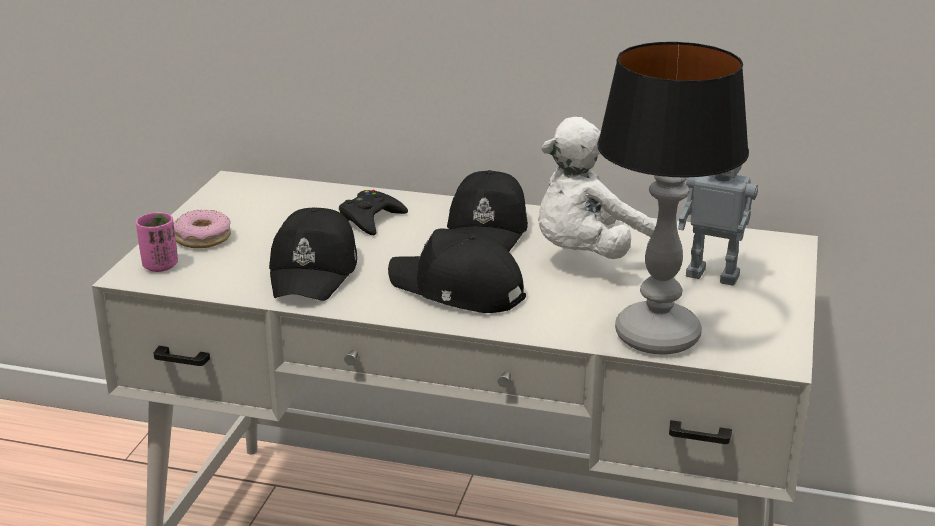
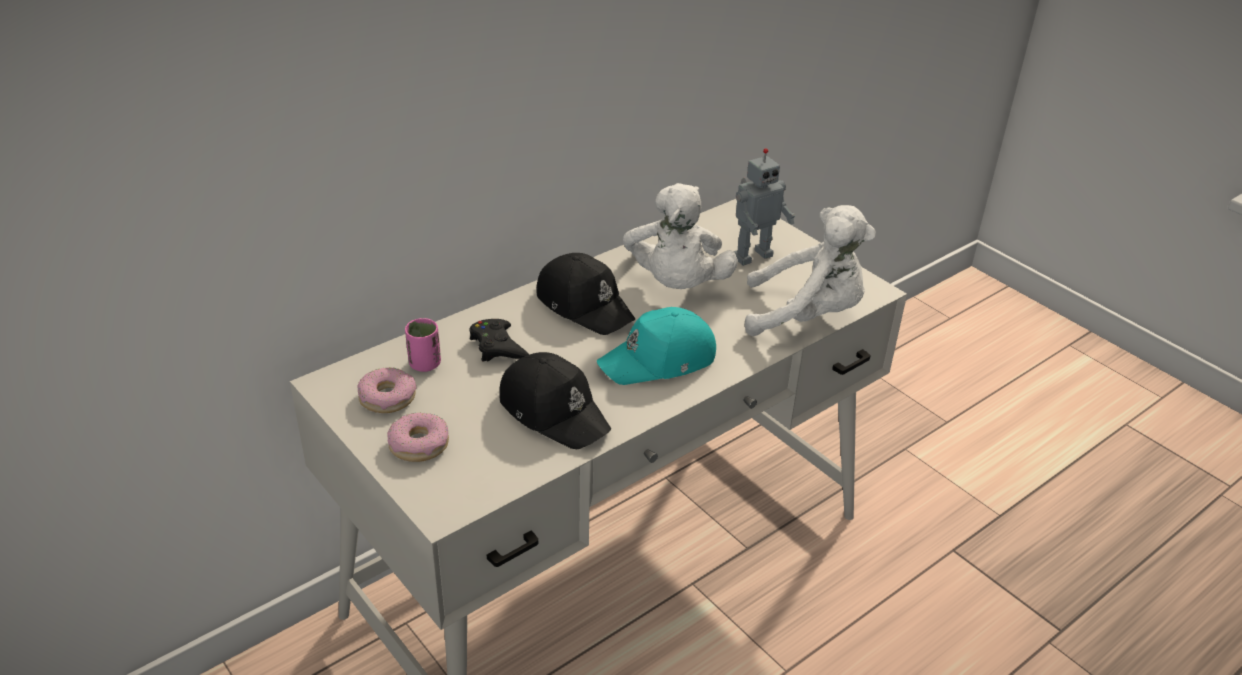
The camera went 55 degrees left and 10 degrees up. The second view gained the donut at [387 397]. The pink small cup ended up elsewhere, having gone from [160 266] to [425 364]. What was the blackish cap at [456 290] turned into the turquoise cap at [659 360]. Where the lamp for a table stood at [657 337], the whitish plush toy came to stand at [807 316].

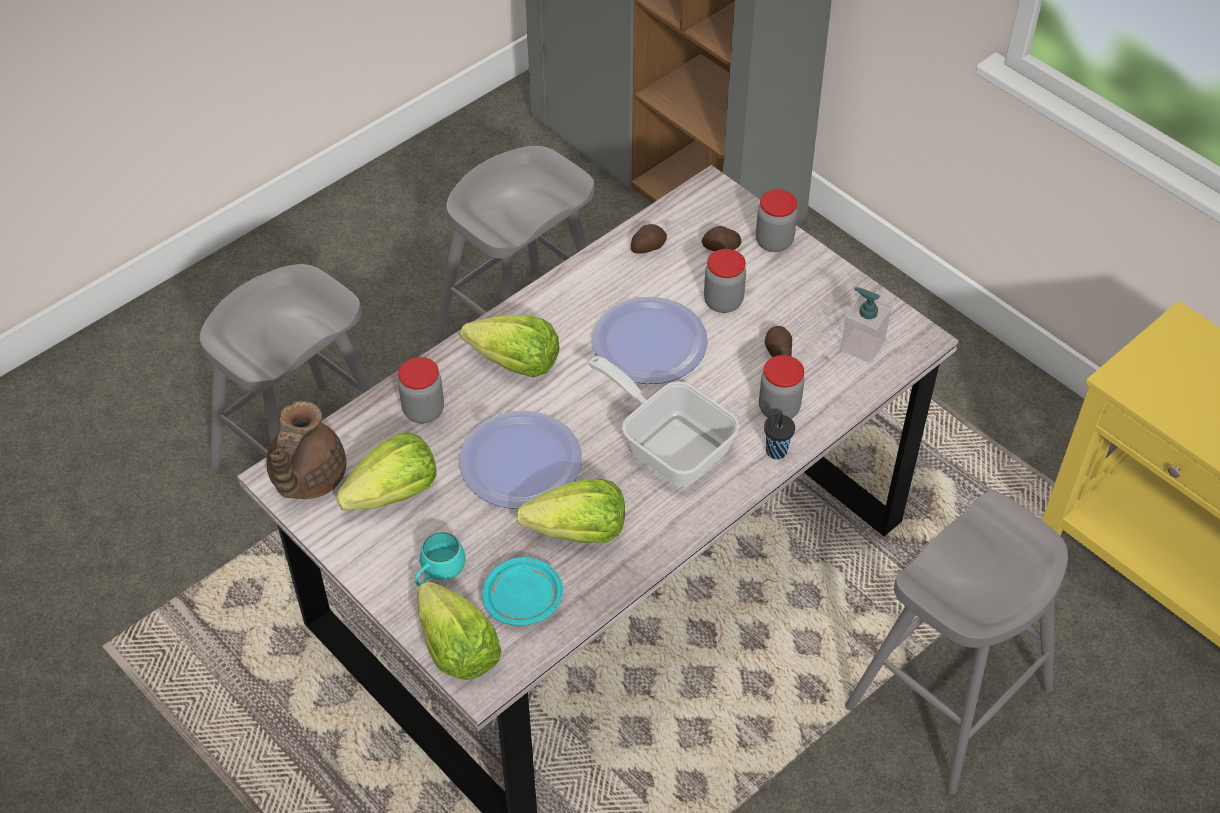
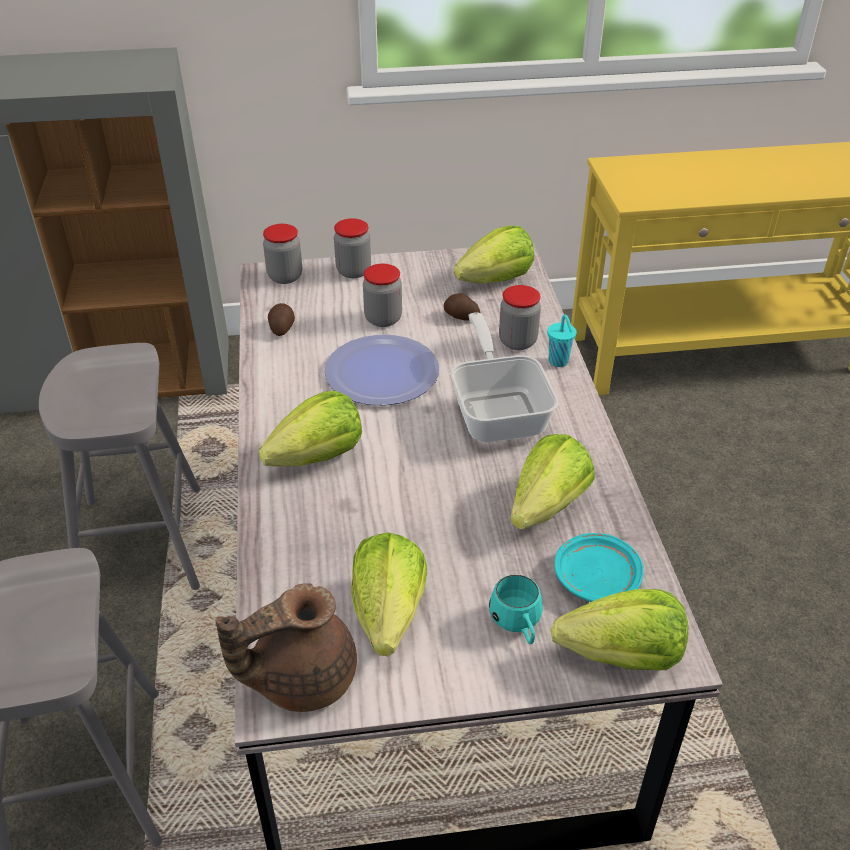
The camera went 55 degrees left and 10 degrees down. The brown teapot at [306 478] ended up facing another way, 105 degrees clockwise from before. The preserve jar ended up elsewhere, having gone from [423 411] to [285 276]. The skillet at [669 444] ended up facing another way, 90 degrees clockwise from before. Where the soap bottle stood at [862 346], the head of lettuce came to stand at [496 280]. What was the blackish small cup at [775 452] turned into the turquoise small cup at [559 362]. The second view lost the flat dish at [520 461]. The second view lost the potato at [721 248]. The second view lost the grey stool at [949 697].

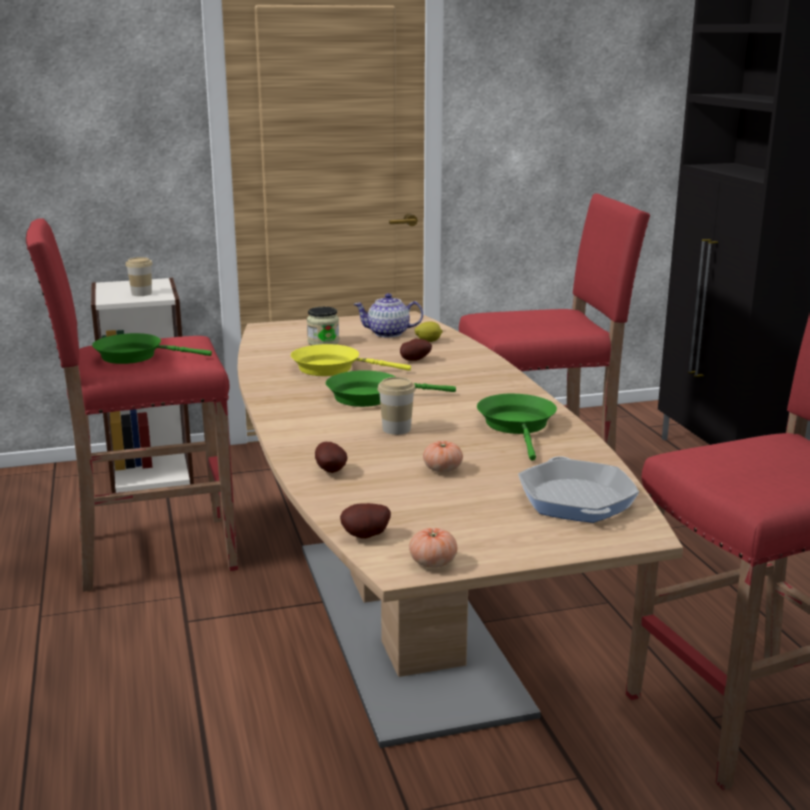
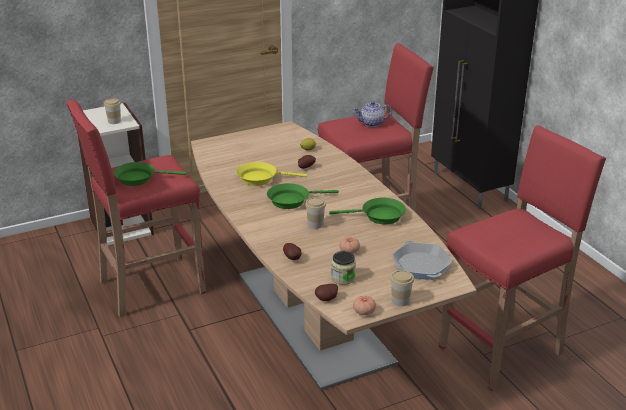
The camera went 10 degrees left and 10 degrees up. The green skillet at [518 426] ended up facing another way, 105 degrees clockwise from before. The preserve jar ended up elsewhere, having gone from [323 342] to [343 278]. The teapot ended up elsewhere, having gone from [389 333] to [372 123]. The second view gained the small cup at [400 301].

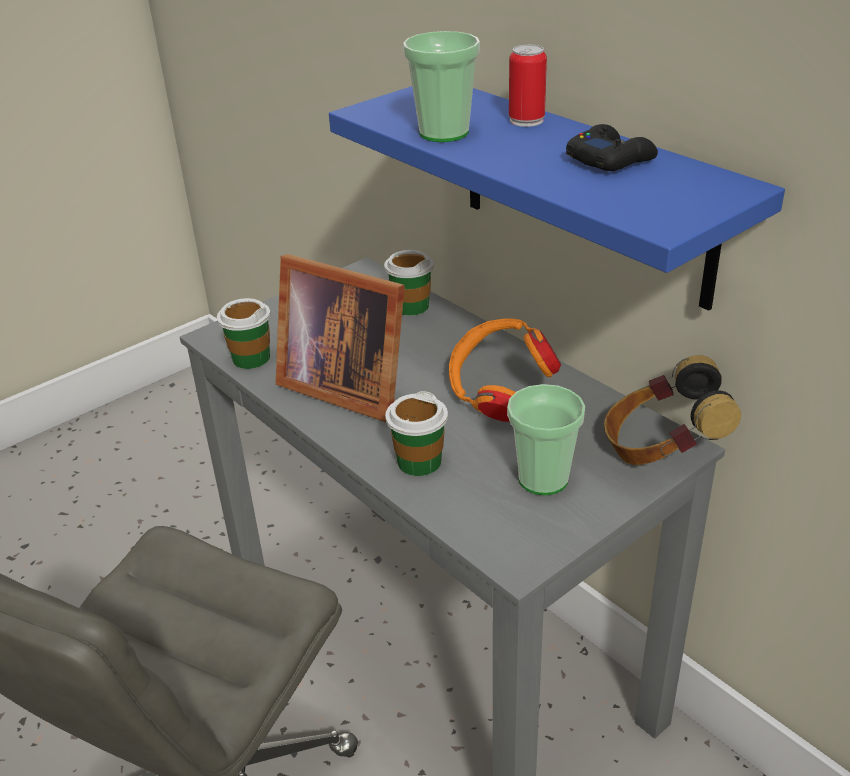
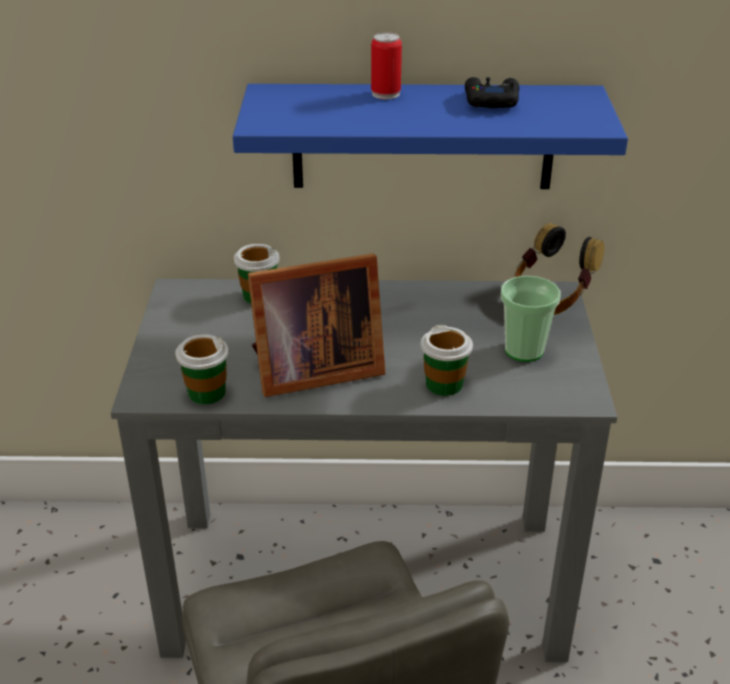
The camera went 50 degrees left and 0 degrees up. The second view lost the small cup at [444 133]. The second view lost the orange headphones at [498 397].

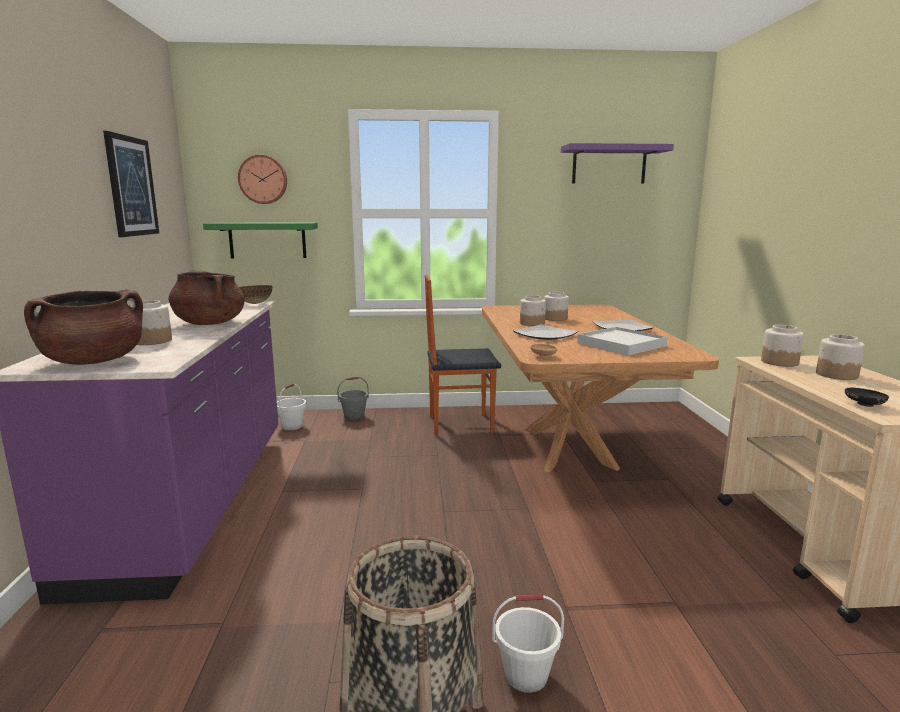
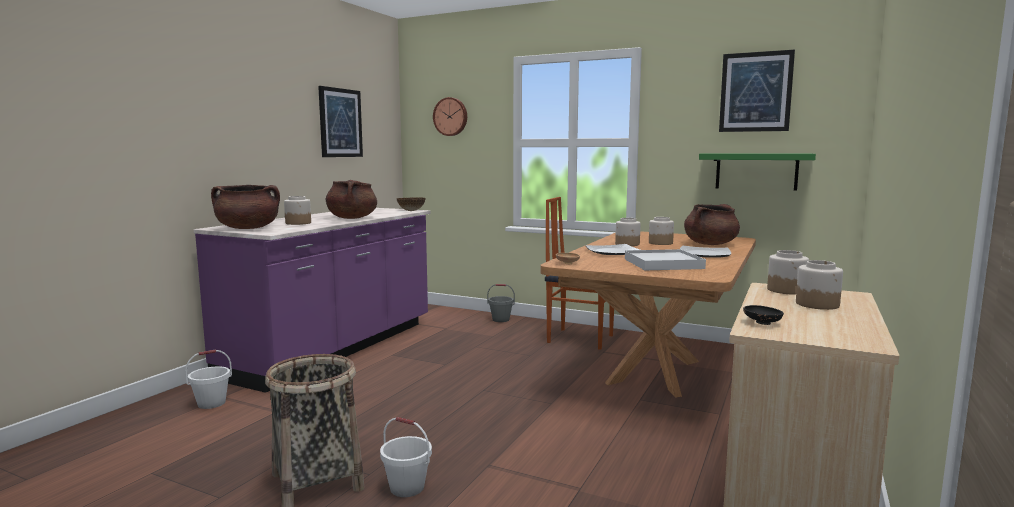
The camera went 30 degrees right and 5 degrees down. The whitish water bucket ended up elsewhere, having gone from [292 426] to [211 403]. The second view gained the brown cooking pot at [710 244]. The green shelf ended up elsewhere, having gone from [267 240] to [756 171]. Where the purple shelf hung at [609 165], the wall art came to hang at [755 92].

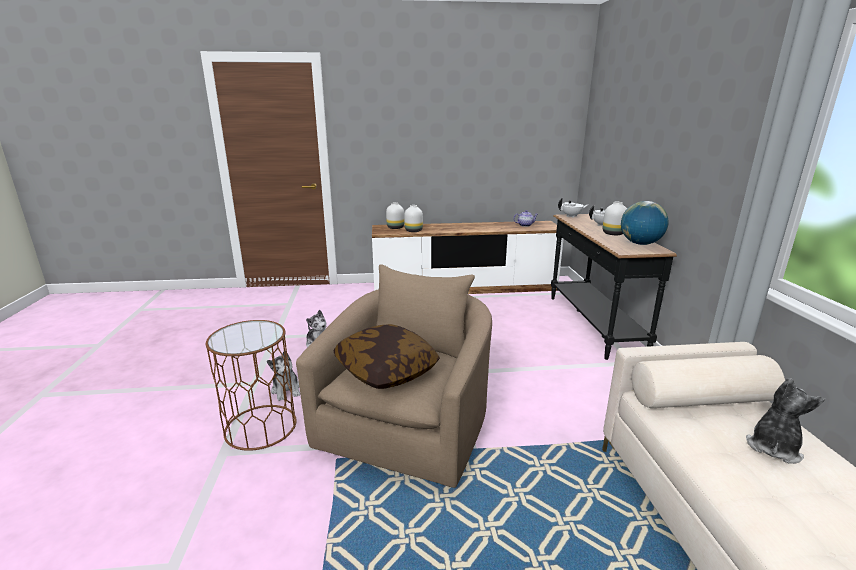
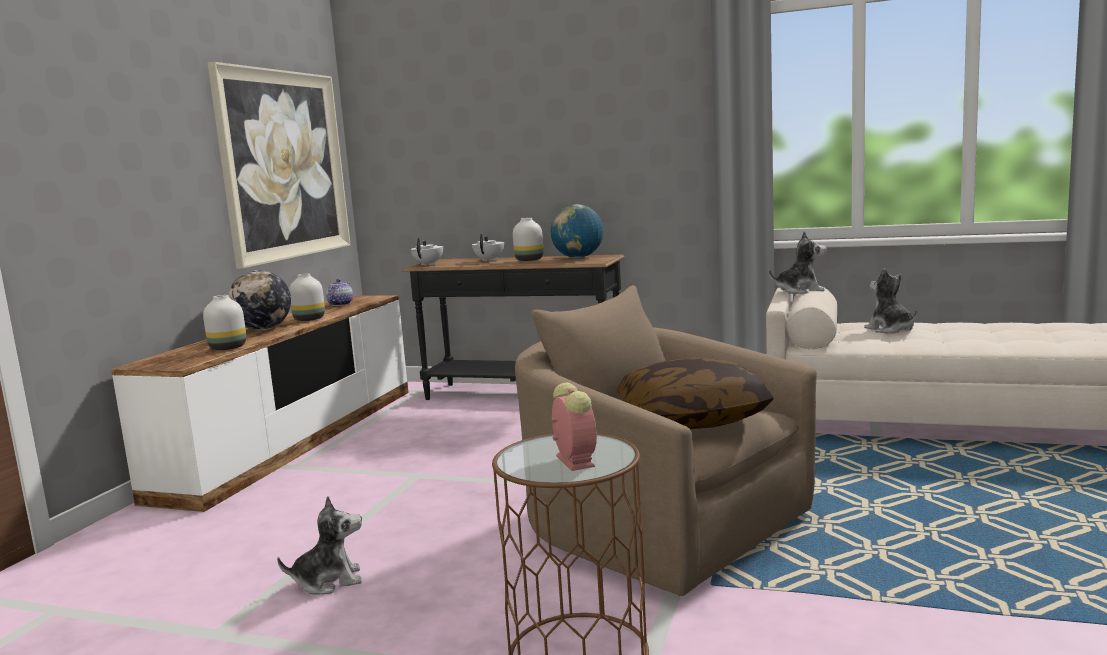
The camera went 65 degrees left and 10 degrees down. The second view gained the wall art at [284 165]. The second view gained the desk globe at [263 329]. The whitish vase ended up elsewhere, having gone from [395 227] to [308 319]. The second view gained the alarm clock at [573 460]. The plush toy ended up elsewhere, having gone from [286 390] to [799 291].

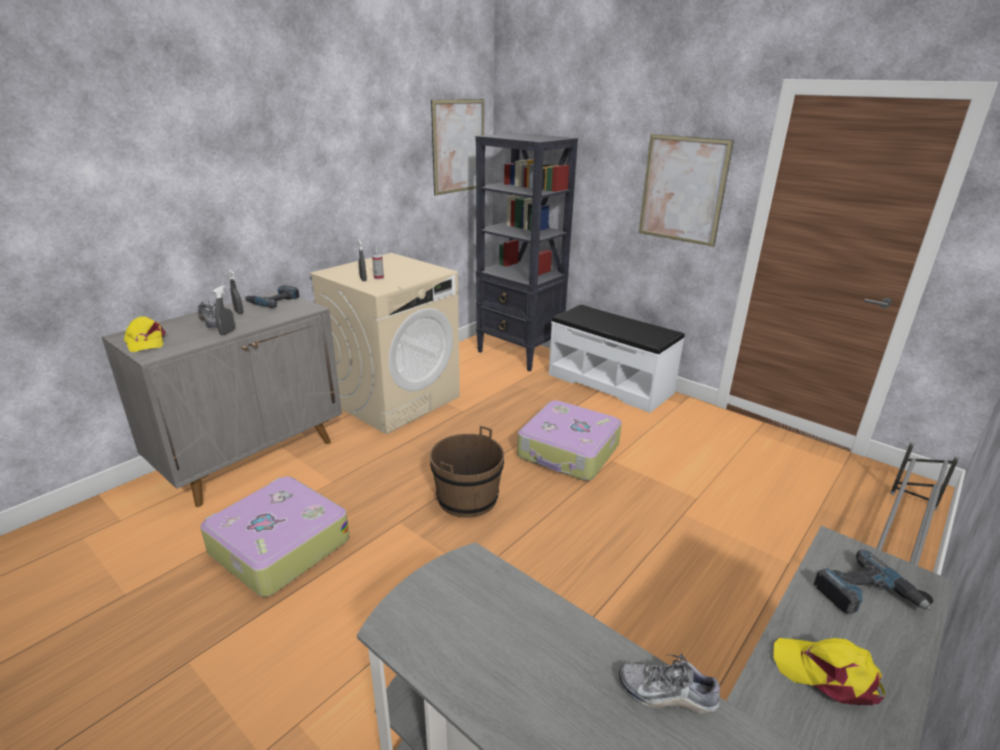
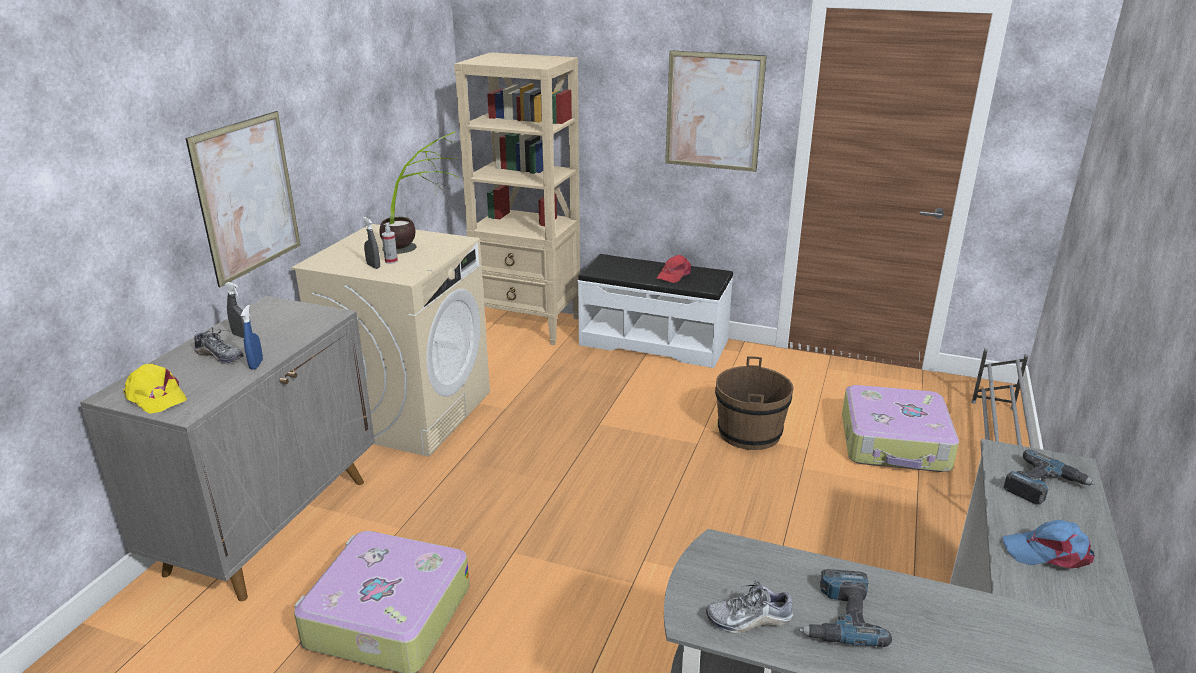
The camera went 20 degrees left and 0 degrees up. The wall art ended up elsewhere, having gone from [458 146] to [247 197]. What was the grey spray bottle at [227 332] turned into the blue spray bottle at [256 364]. The second view gained the plant in a pot at [419 248]. What was the blackish bookcase at [519 353] turned into the beige bookcase at [529 325]. The second view gained the reddish cap at [674 275]. The item of footwear ended up elsewhere, having gone from [667 694] to [749 619]. The brown water bucket ended up elsewhere, having gone from [467 498] to [749 433]. The electric drill ended up elsewhere, having gone from [273 301] to [839 616]. The travel case ended up elsewhere, having gone from [568 452] to [895 443]. What was the yellow-coloured cap at [827 674] turned into the blue cap at [1048 552].

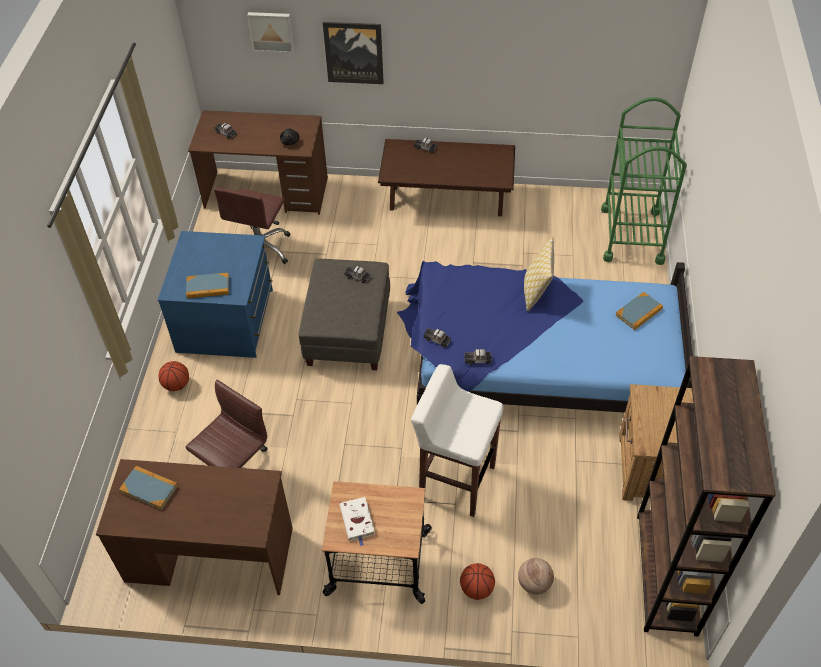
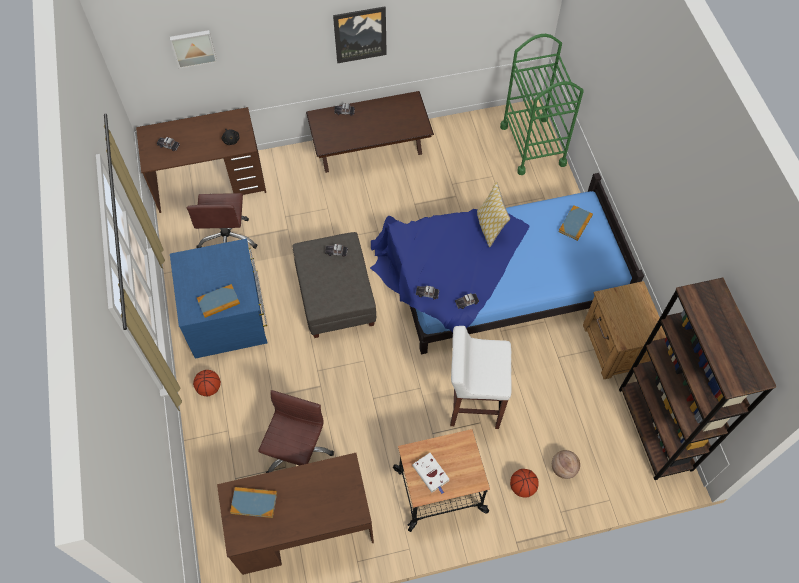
The camera went 20 degrees left and 10 degrees up. The wall art ended up elsewhere, having gone from [354 52] to [360 34].

